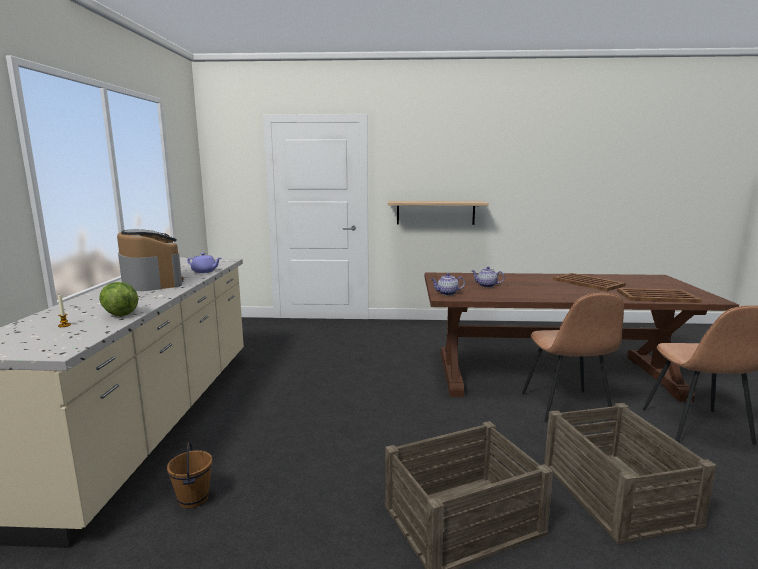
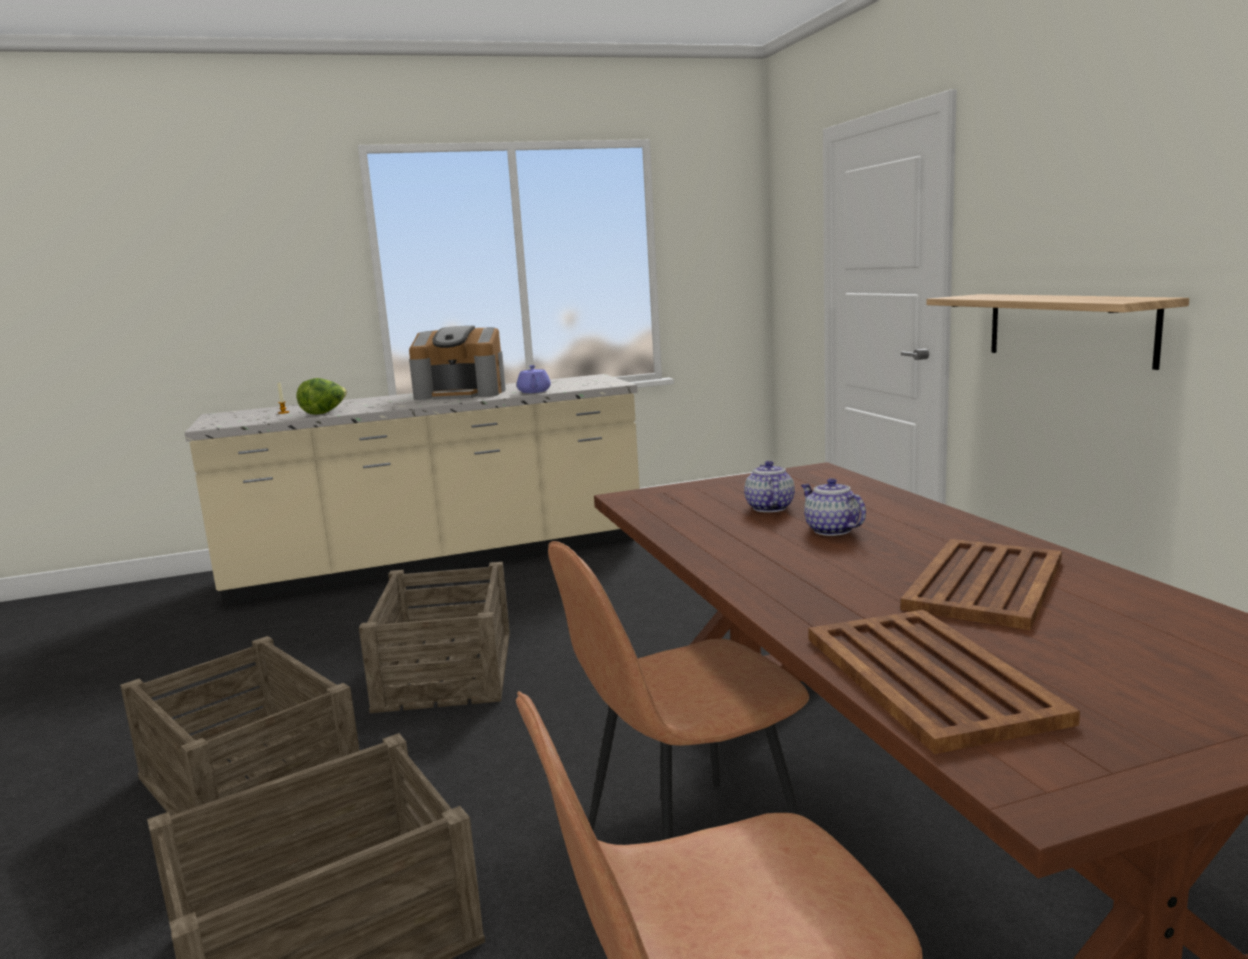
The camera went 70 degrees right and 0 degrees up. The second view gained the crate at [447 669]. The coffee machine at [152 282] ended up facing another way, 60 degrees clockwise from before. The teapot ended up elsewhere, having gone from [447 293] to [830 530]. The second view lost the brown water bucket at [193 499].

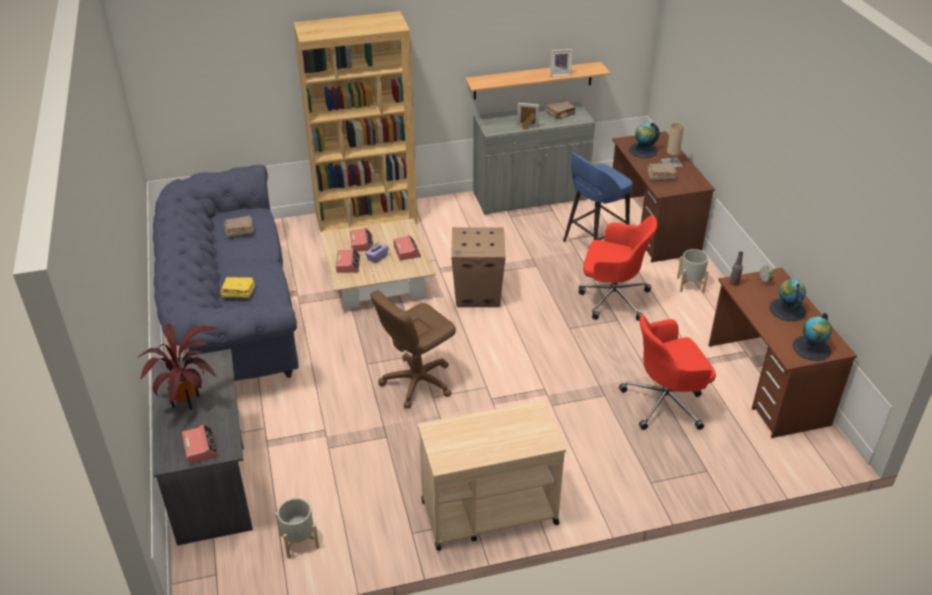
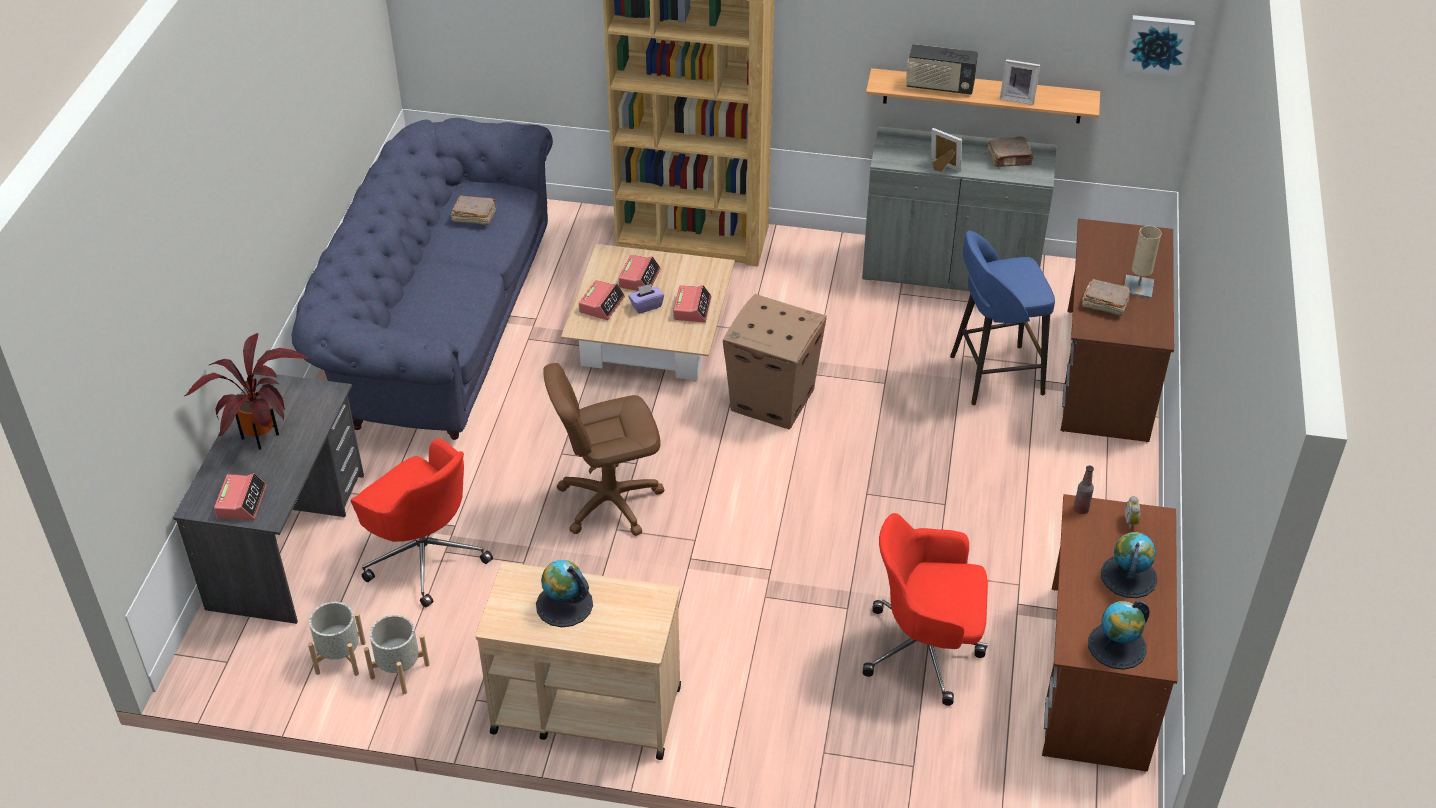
The camera went 25 degrees right and 5 degrees up. The reddish computer chair ended up elsewhere, having gone from [612 298] to [424 554]. The grey flower pot ended up elsewhere, having gone from [690 284] to [400 670]. The desk globe ended up elsewhere, having gone from [643 150] to [564 605]. The second view gained the radio set at [939 86]. The second view gained the wall art at [1158 44]. The second view lost the yellow-coloured volume at [238 292].

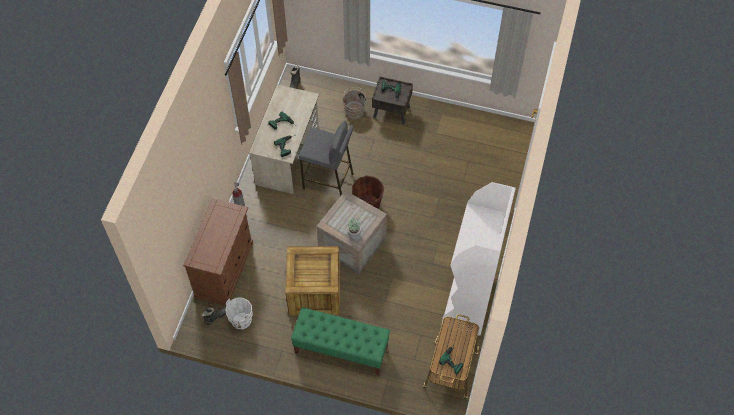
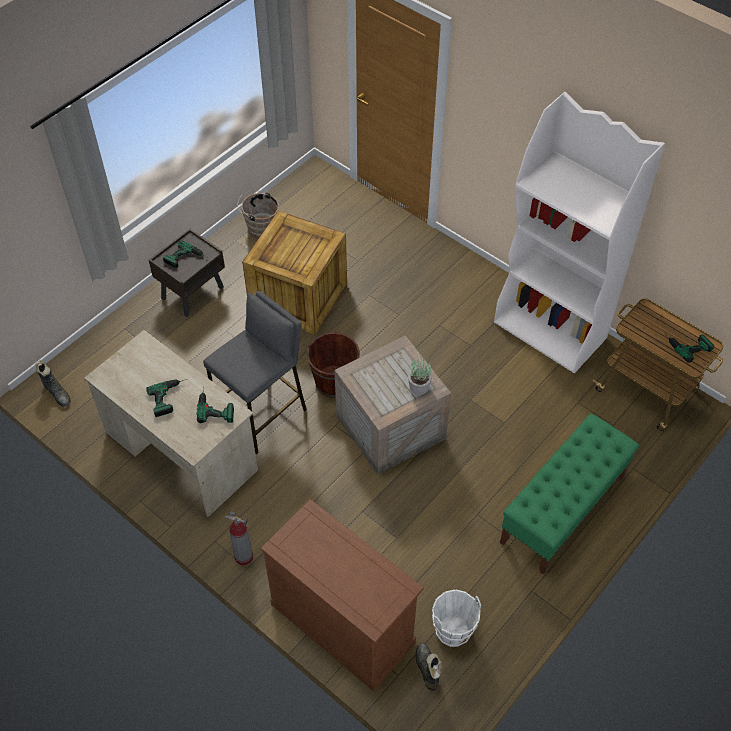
The camera went 65 degrees left and 5 degrees down. The brown water bucket ended up elsewhere, having gone from [354 110] to [260 228]. The crate ended up elsewhere, having gone from [315 291] to [298 295].

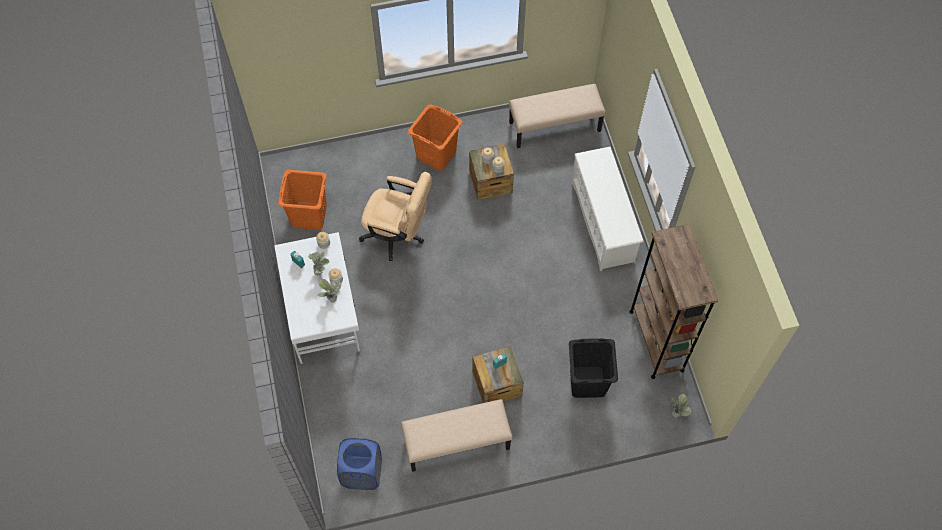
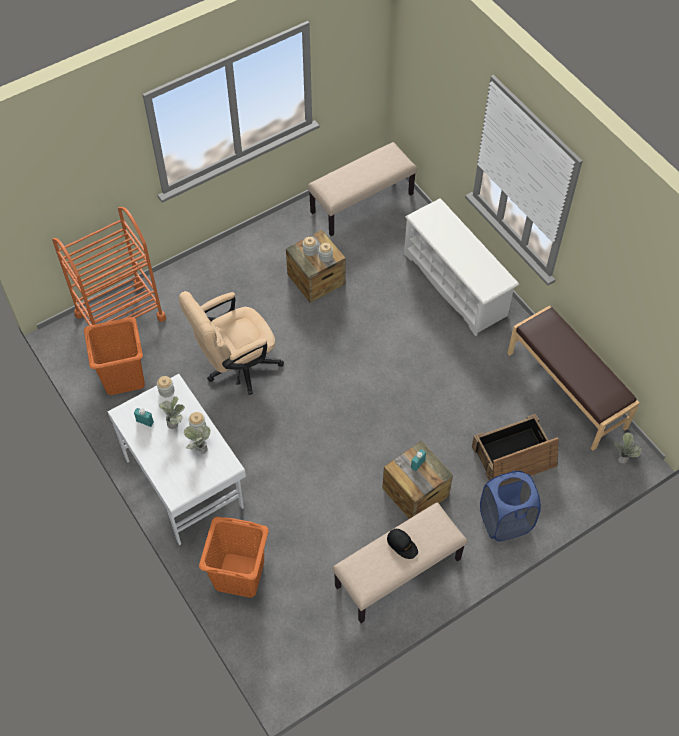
The camera went 20 degrees left and 5 degrees down. The second view gained the orange wheeled cart at [120 316]. The beige computer chair at [398 235] ended up facing another way, 150 degrees clockwise from before. The orange hamper ended up elsewhere, having gone from [436 155] to [239 575]. The second view gained the blackish cap at [402 545]. Where the blackish hamper stood at [587 382], the crate came to stand at [513 457]. The blue hamper ended up elsewhere, having gone from [362 473] to [505 521]. Where the brown bookcase stood at [656 340], the brown indoor bench came to stand at [567 389].

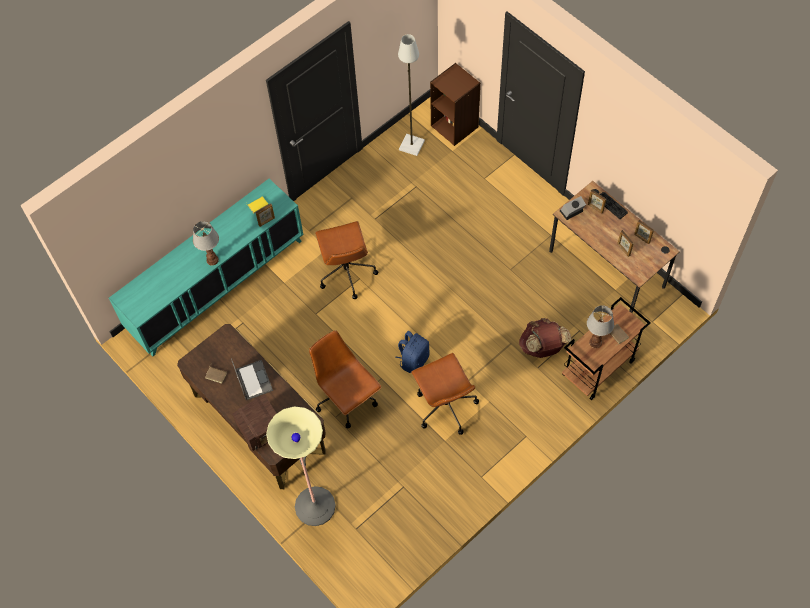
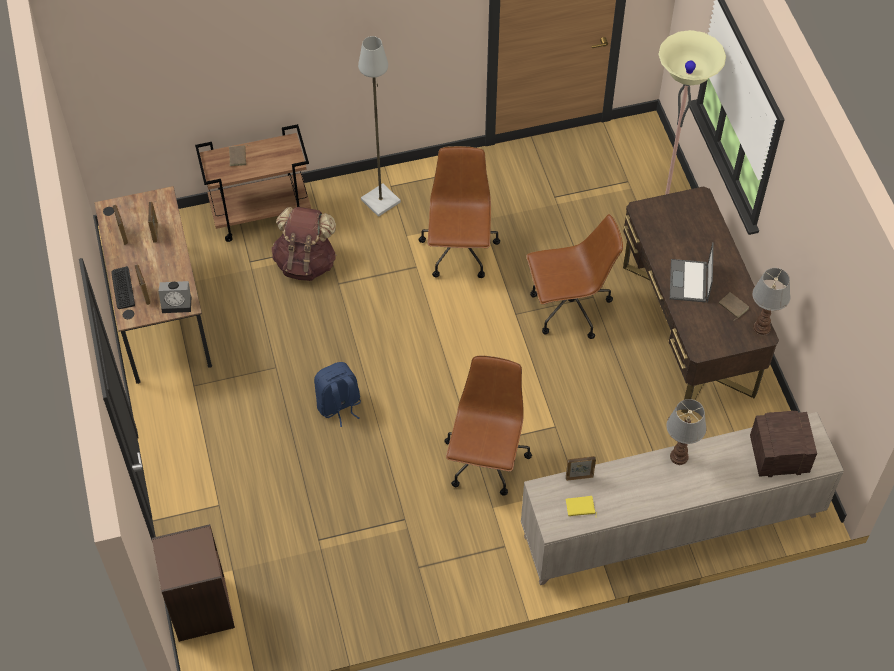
The camera went 155 degrees left and 5 degrees down. The blue knapsack ended up elsewhere, having gone from [413 360] to [338 405]. The grey standing lamp ended up elsewhere, having gone from [412 146] to [380 200]. What was the turquoise storage cabinet at [216 286] turned into the beige storage cabinet at [671 526]. The brown computer chair at [347 399] ended up facing another way, 90 degrees counterclockwise from before. The radio set ended up elsewhere, having gone from [261 429] to [777 455]. The lamp for a table ended up elsewhere, having gone from [595 343] to [761 327].

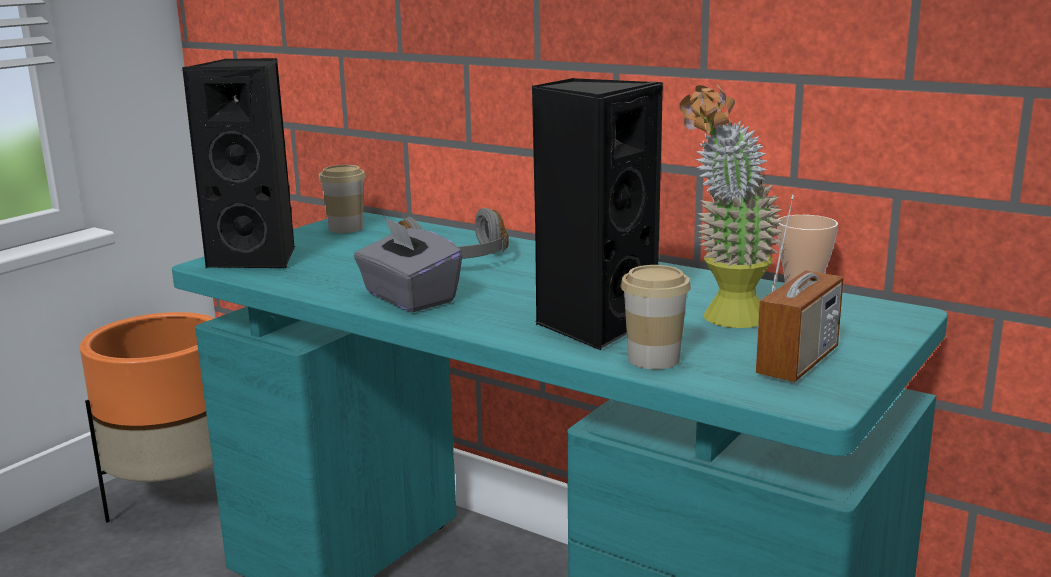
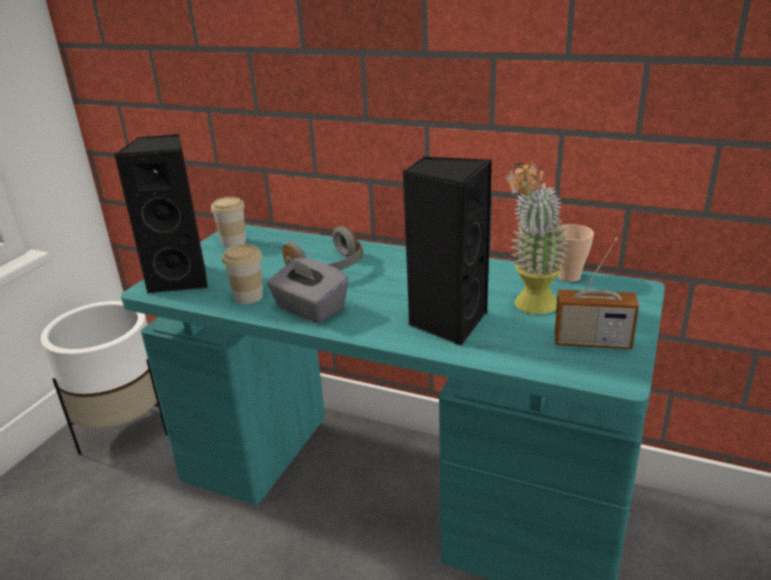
The camera went 10 degrees left and 10 degrees up. What was the orange flower pot at [177 499] turned into the whitish flower pot at [125 429]. The small cup ended up elsewhere, having gone from [653 359] to [248 296]. The radio set at [798 362] ended up facing another way, 75 degrees clockwise from before.

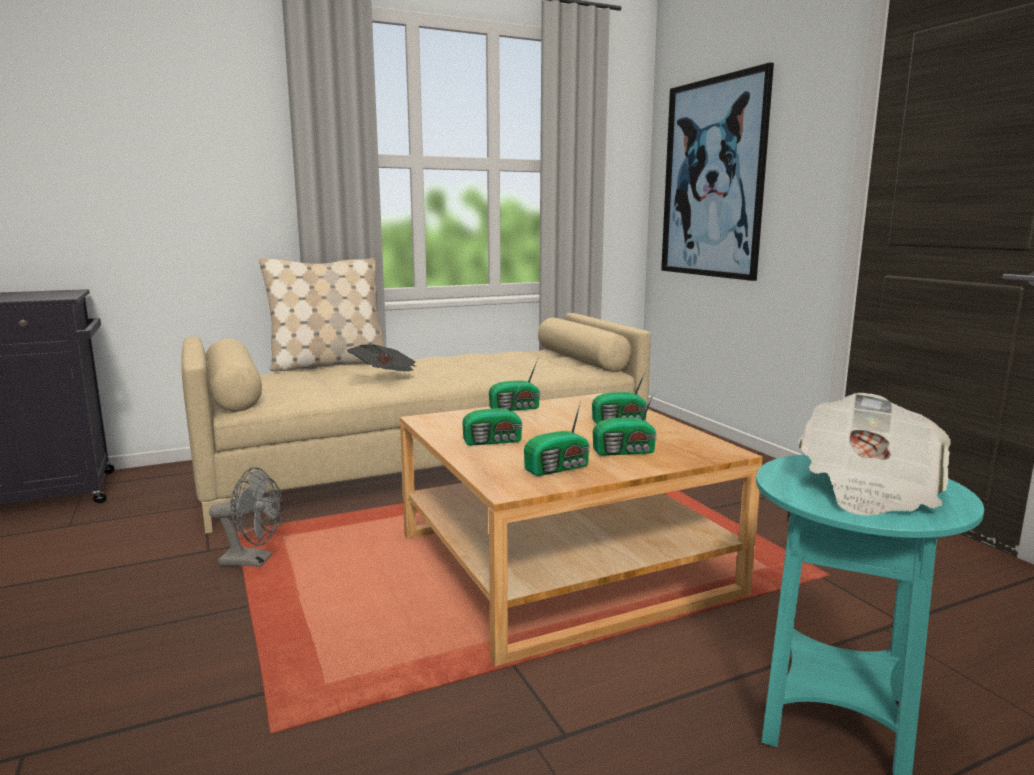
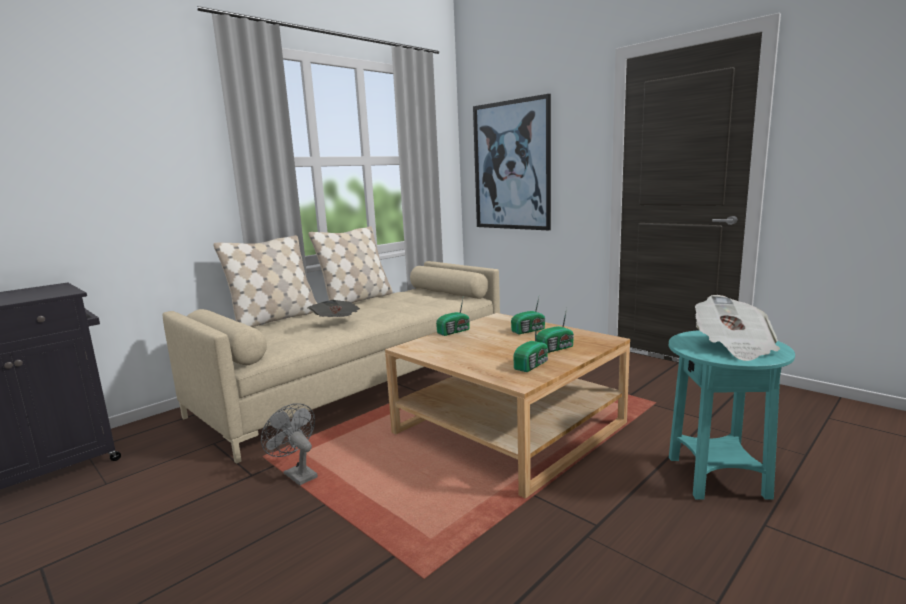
The camera went 20 degrees left and 0 degrees up. The grey fan at [254 561] ended up facing another way, 120 degrees counterclockwise from before. The second view gained the beige throw pillow at [356 300]. The second view lost the radio set at [494 441].

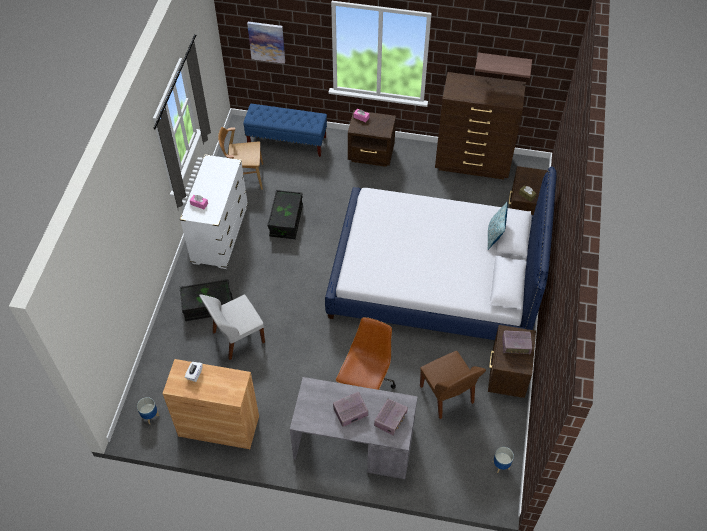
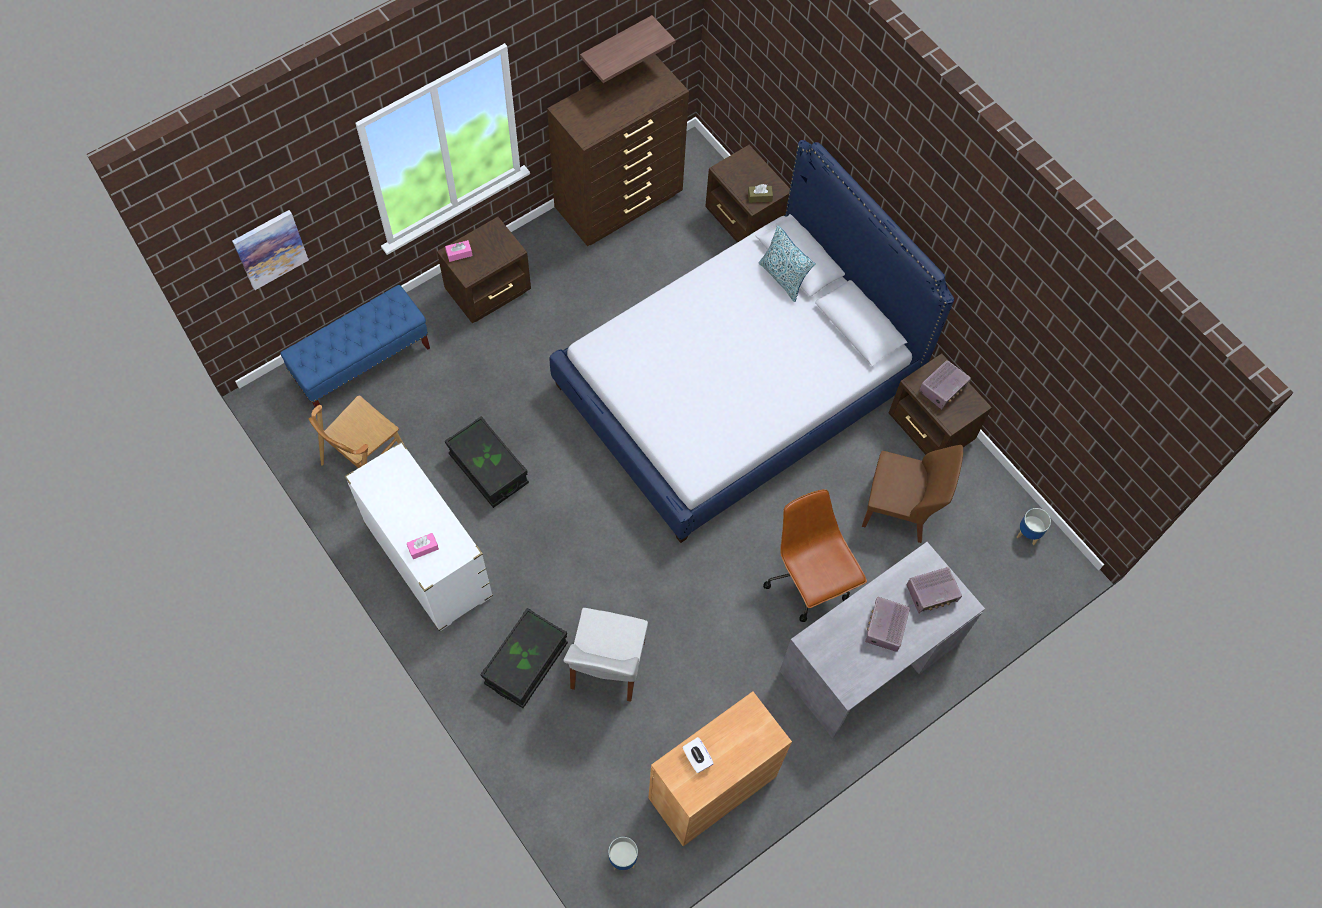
The camera went 50 degrees left and 10 degrees up. The radio set at [390 419] ended up facing another way, 90 degrees clockwise from before.

